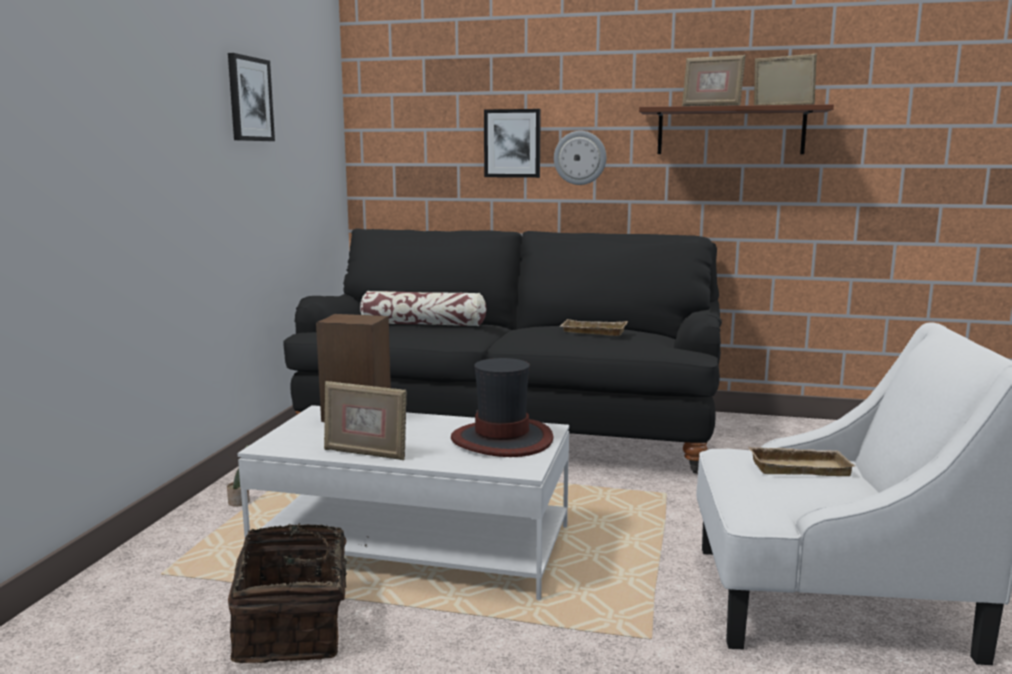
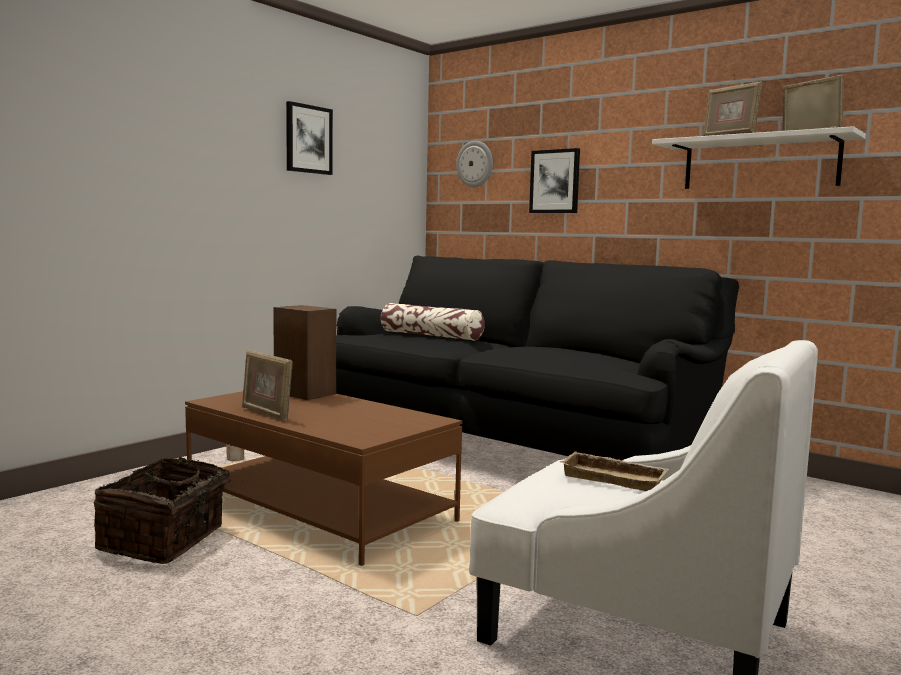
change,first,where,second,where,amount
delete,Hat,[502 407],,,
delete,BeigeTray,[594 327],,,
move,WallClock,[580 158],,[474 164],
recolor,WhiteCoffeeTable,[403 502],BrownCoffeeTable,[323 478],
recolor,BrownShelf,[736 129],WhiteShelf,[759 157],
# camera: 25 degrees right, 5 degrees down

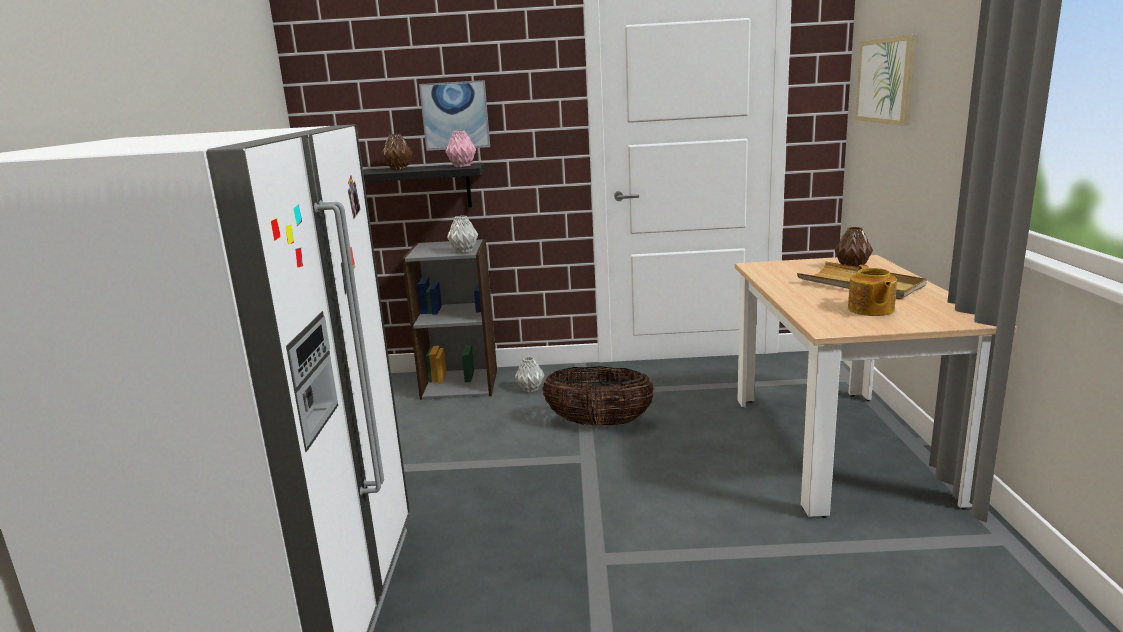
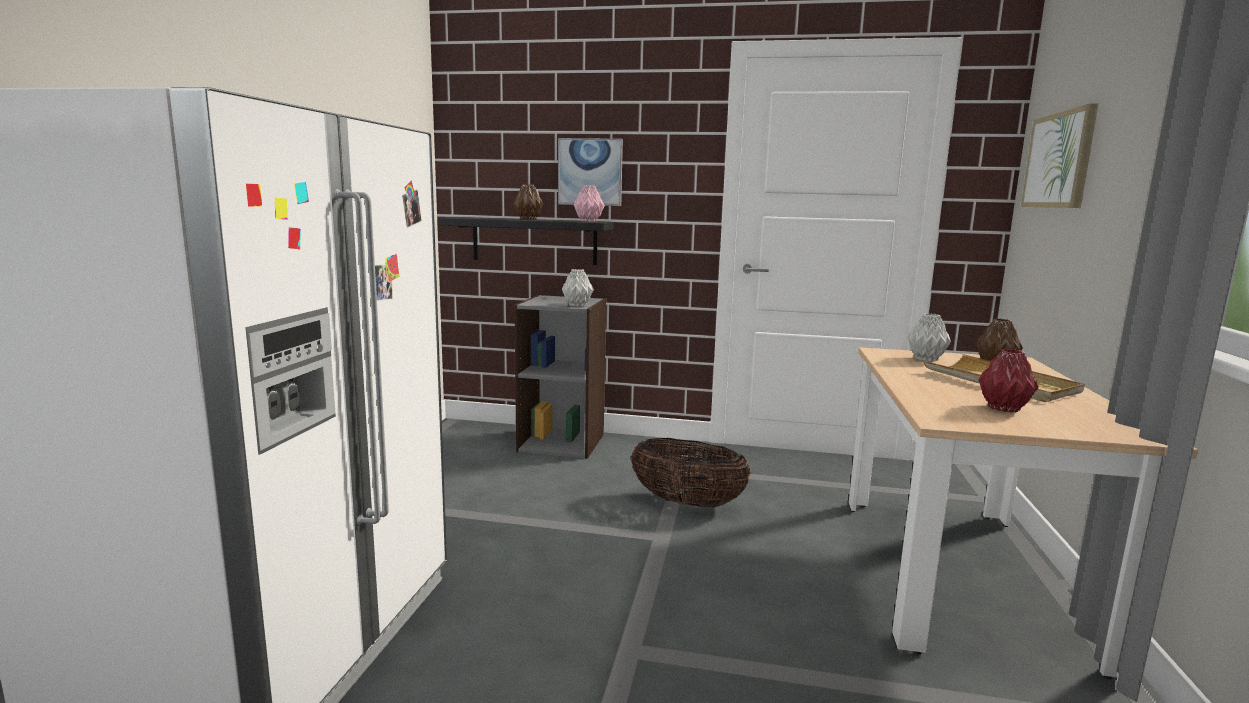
change,first,where,second,where,amount
move,GreyVase,[529 374],,[929 337],
replace,Teapot,[872 290],RedVase,[1008 380],
# camera: 10 degrees right, 5 degrees down

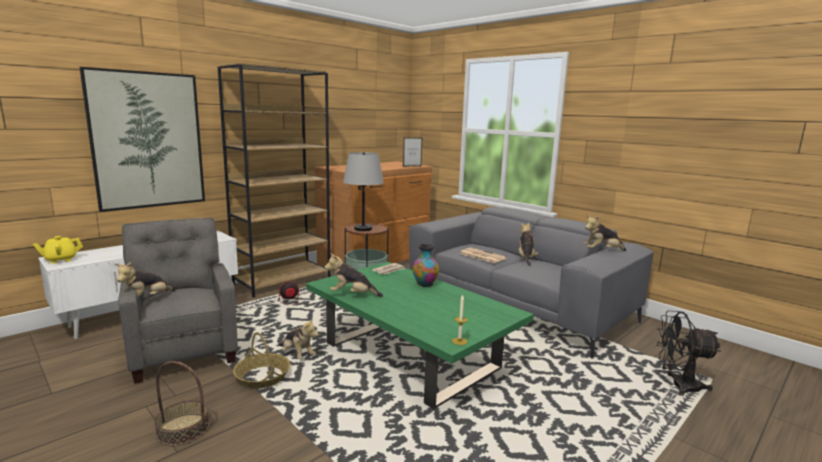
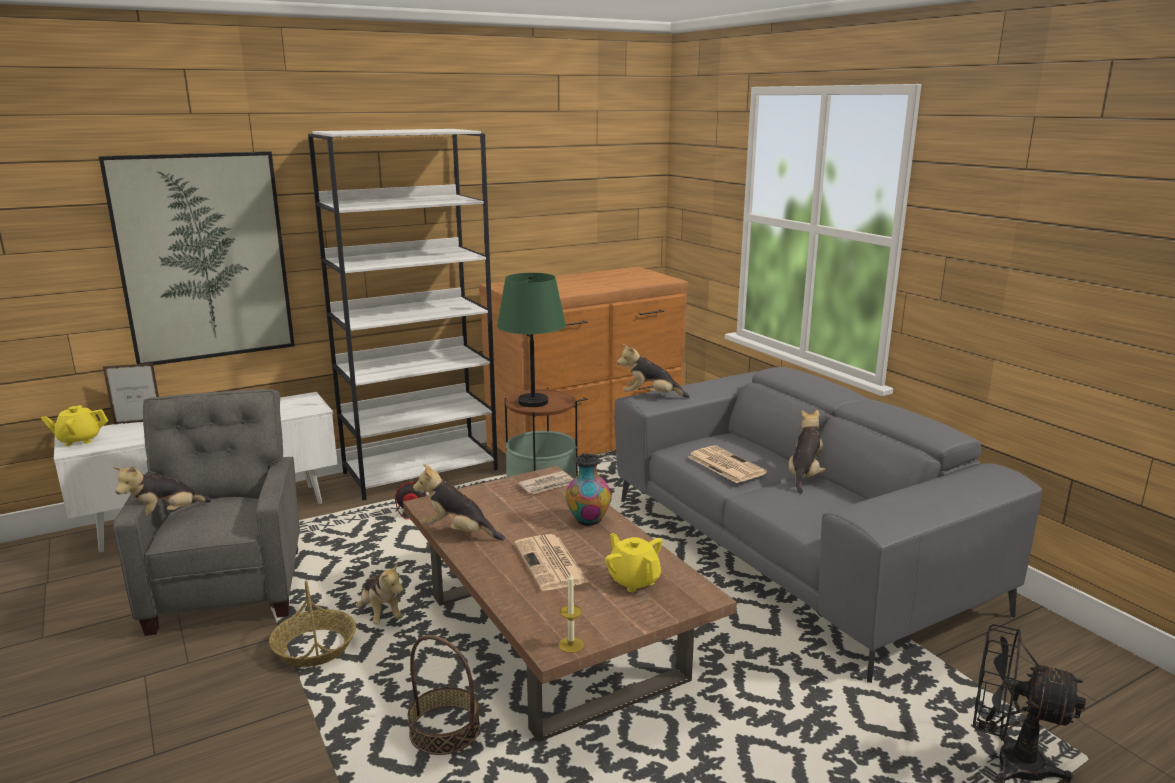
change,first,where,second,where,amount
insert,,,Newspaper,[551 562],
insert,,,YellowTeapot,[634 562],
move,Basket,[182 403],,[444 695],
move,PictureFrame,[413 152],,[131 393],
move,PlushToy,[604 233],,[653 371],
recolor,BrownBookcase,[274 180],WhiteBookcase,[403 314],
recolor,GreenCoffeeTable,[420 335],BrownCoffeeTable,[570 604],
recolor,GreyTableLamp,[363 191],GreenTableLamp,[531 340],
# camera: 15 degrees right, 5 degrees up

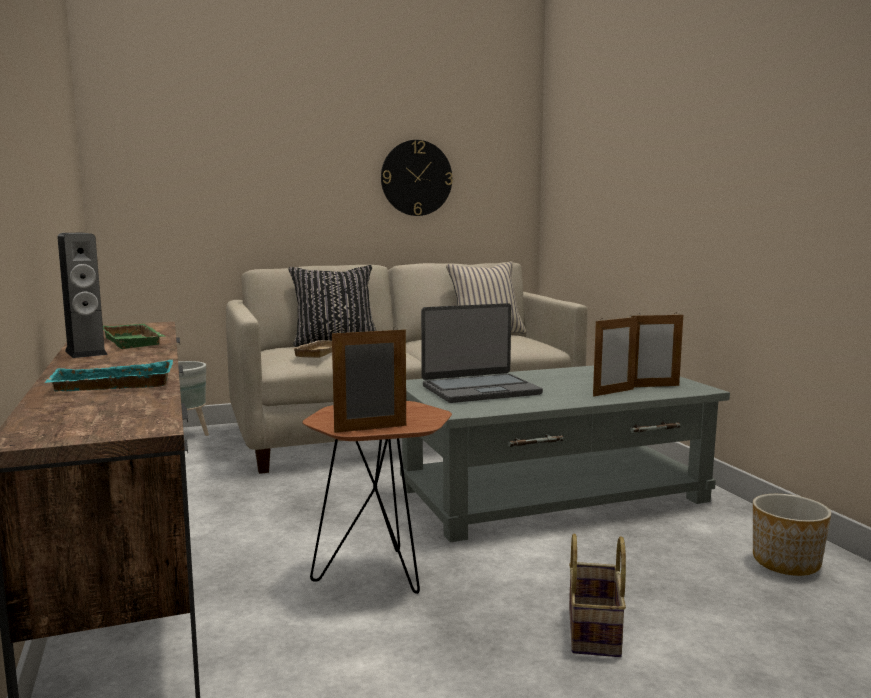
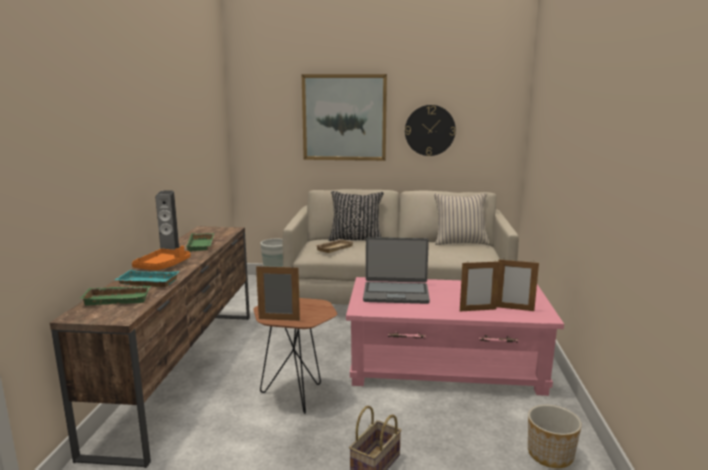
change,first,where,second,where,amount
insert,,,GreenTray,[115 296],
insert,,,OrangeTray,[161 258],
insert,,,Picture,[344 117],
recolor,GreyCoffeeTable,[565 453],PinkCoffeeTable,[455 336],
# camera: 25 degrees right, 5 degrees up

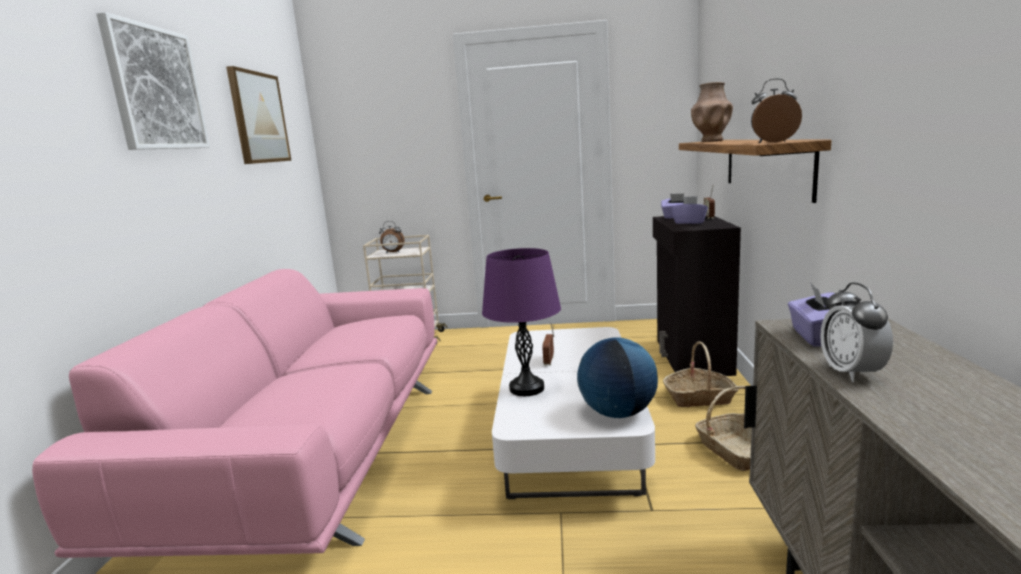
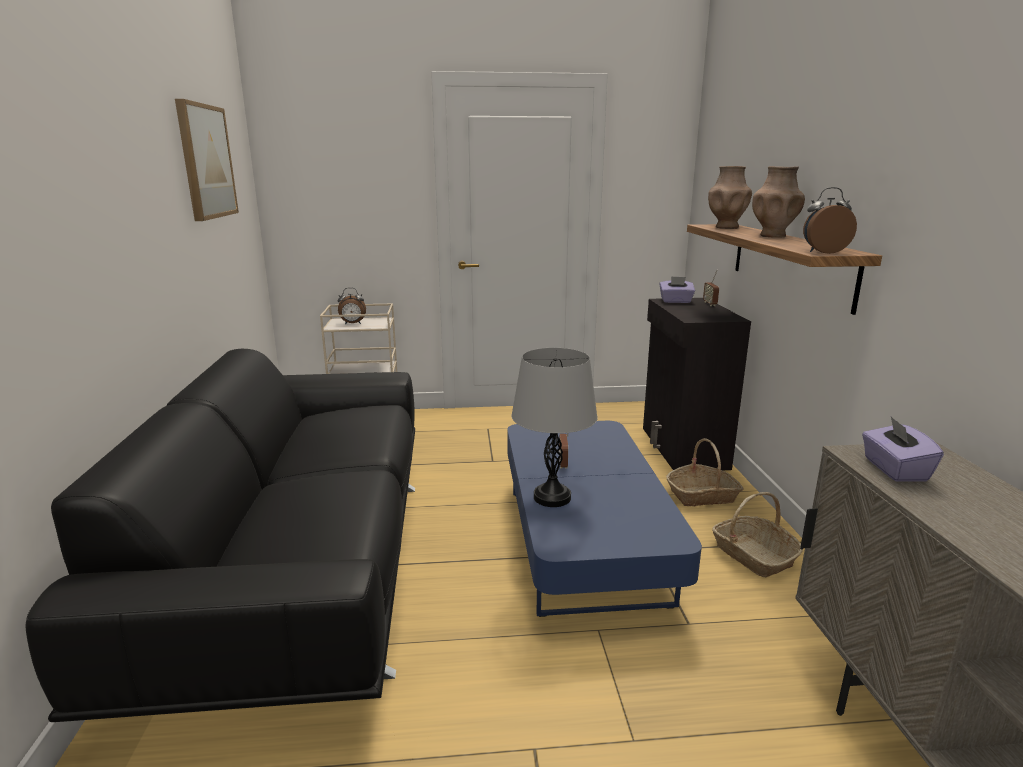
change,first,where,second,where,amount
delete,Picture,[153 81],,,
delete,Globe,[617 378],,,
delete,PurpleTissueBox,[690 210],,,
delete,AlarmClock,[856 332],,,
insert,,,BrownVase,[778 201],
recolor,PinkSofa,[234 413],BlackSofa,[220 535],
recolor,PurpleTableLamp,[521 322],GreyTableLamp,[554 427],
recolor,WhiteCoffeeTable,[573 413],BlueCoffeeTable,[604 519],
# camera: 10 degrees left, 5 degrees up

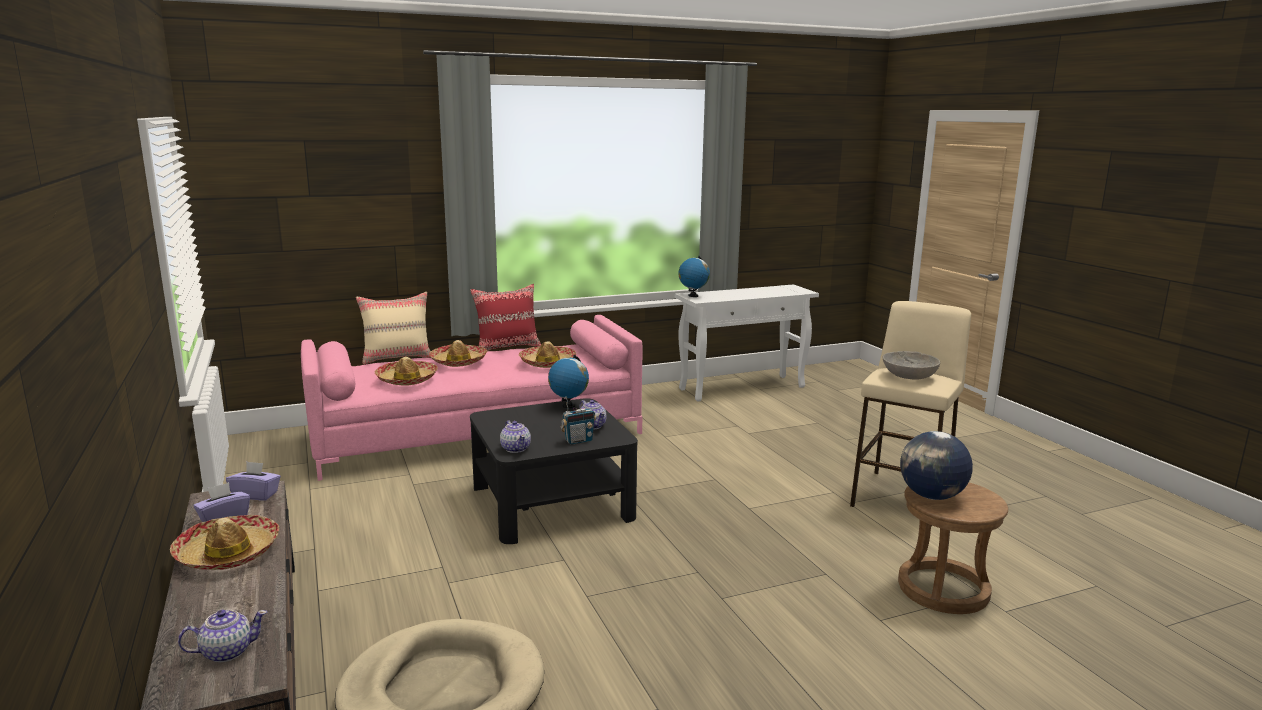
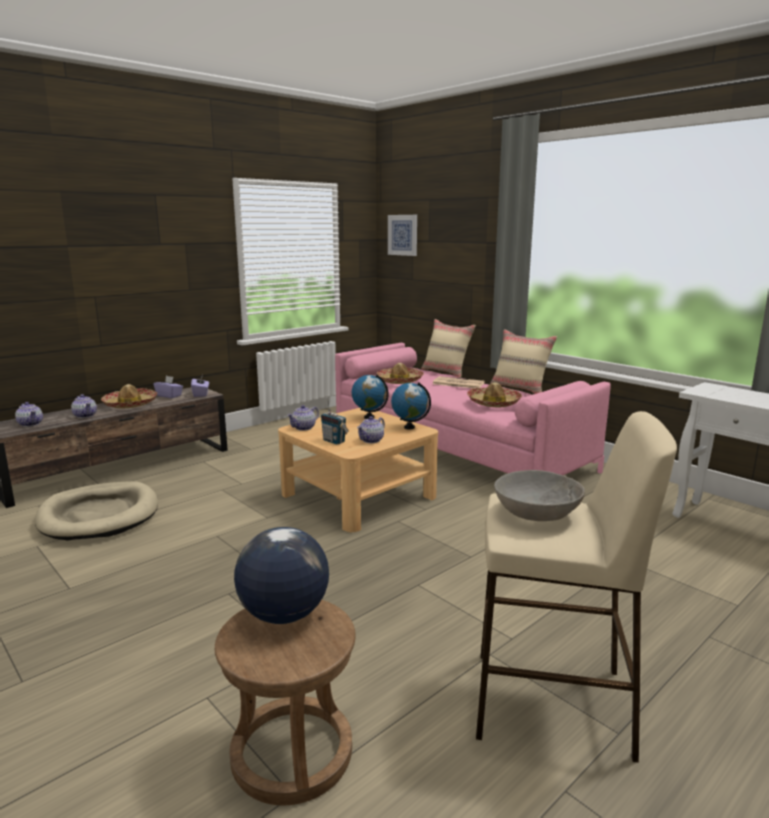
change,first,where,second,where,amount
insert,,,Teapot,[84 406],
insert,,,Picture,[402 235],
move,Globe,[694 276],,[370 396],
replace,Hat,[458 353],Newspaper,[459 382],
recolor,RedPillow,[505 317],BeigePillow,[523 361],
recolor,BlackCoffeeTable,[554 471],BeigeCoffeeTable,[358 470],
# camera: 70 degrees right, 0 degrees up

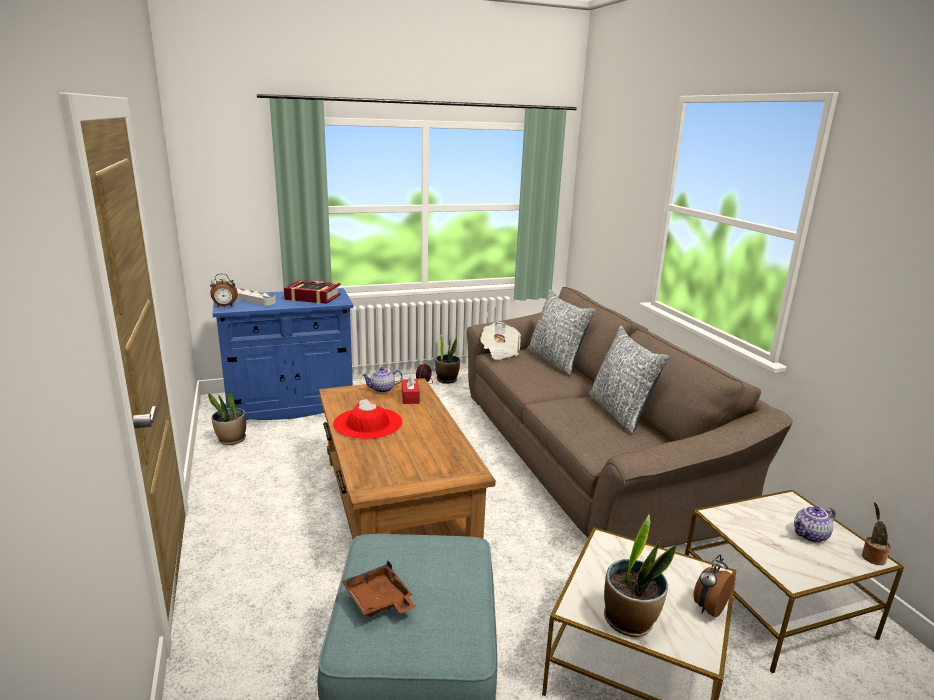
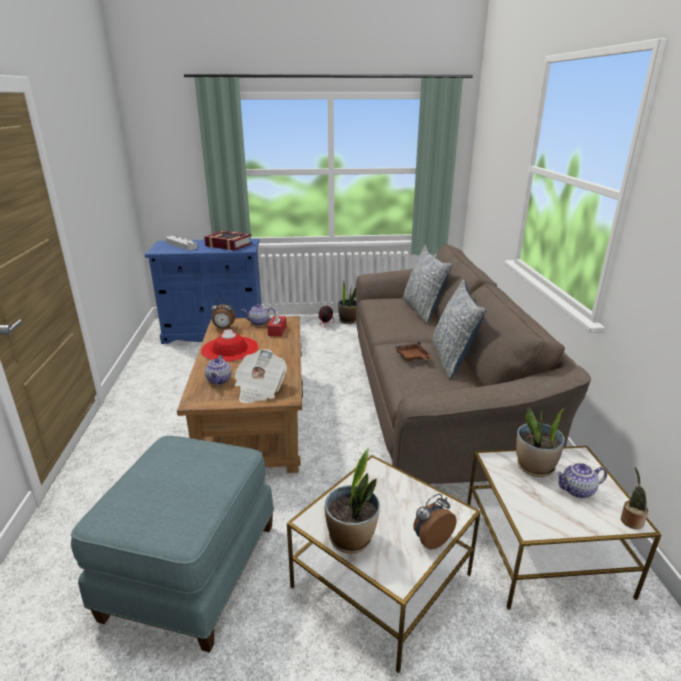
change,first,where,second,where,amount
insert,,,Teapot,[218 370],
move,PottedPlant,[227 418],,[540 442],
move,AlarmClock,[224 290],,[223 314],
move,BrownTray,[378 589],,[414 351],
move,Newspaper,[500 341],,[260 376],
# camera: 15 degrees right, 5 degrees up

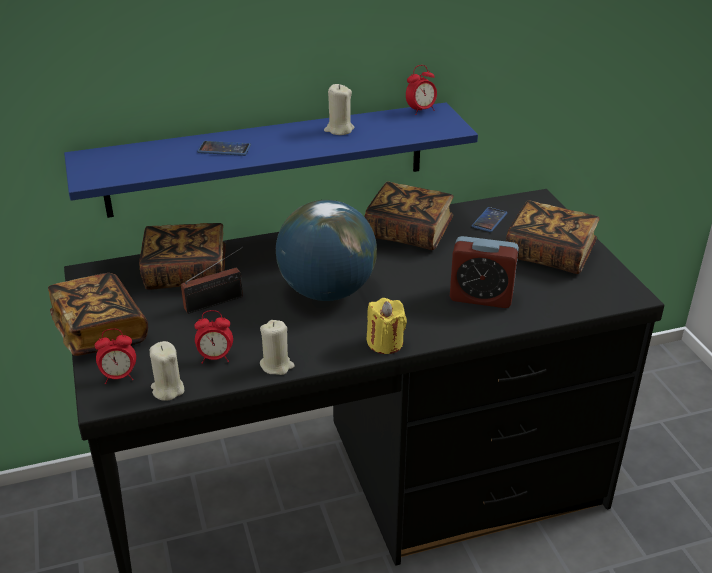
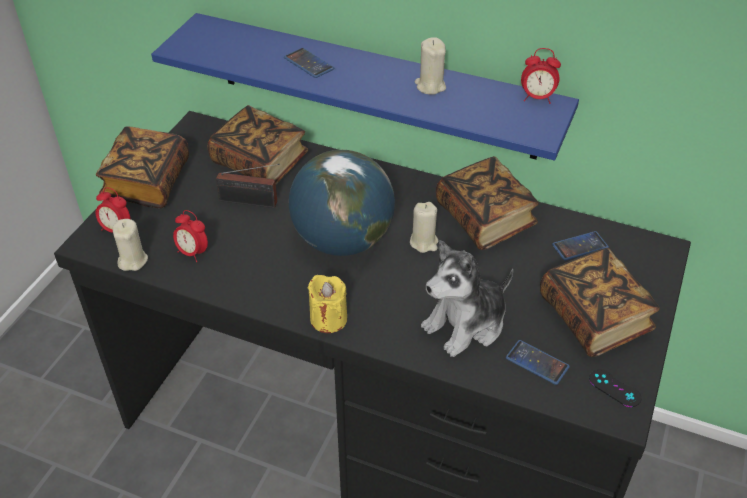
change,first,where,second,where,amount
insert,,,Phone,[538 362],
insert,,,BlackGameController,[615 388],
move,BeigeCandle,[277 347],,[424 227],
replace,AlarmClock,[484 272],PlushToy,[467 298],
# camera: 40 degrees right, 10 degrees up

